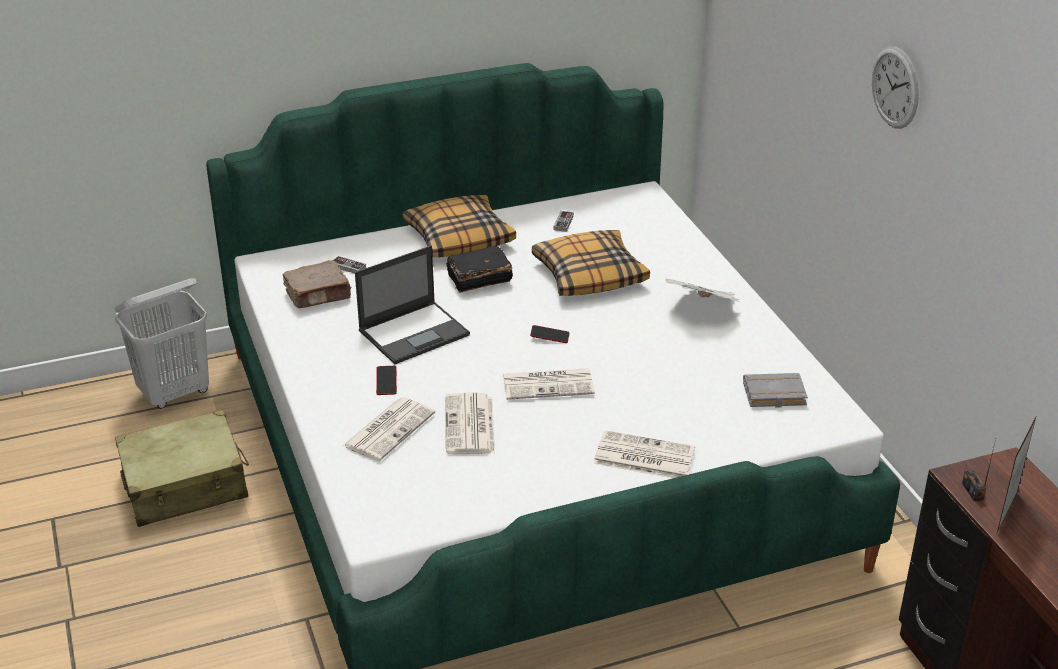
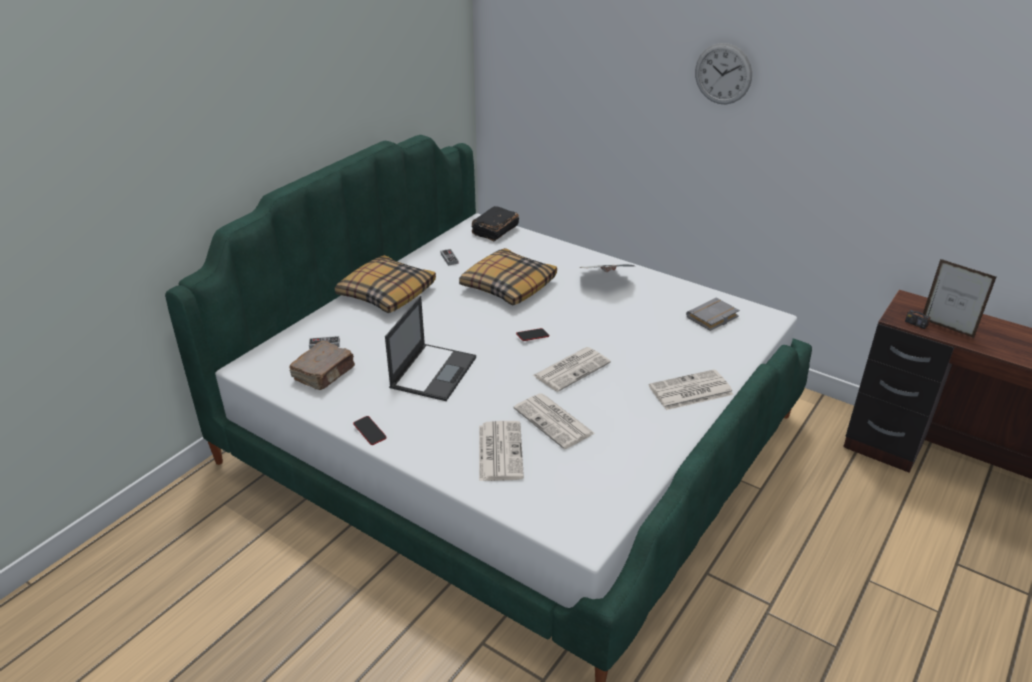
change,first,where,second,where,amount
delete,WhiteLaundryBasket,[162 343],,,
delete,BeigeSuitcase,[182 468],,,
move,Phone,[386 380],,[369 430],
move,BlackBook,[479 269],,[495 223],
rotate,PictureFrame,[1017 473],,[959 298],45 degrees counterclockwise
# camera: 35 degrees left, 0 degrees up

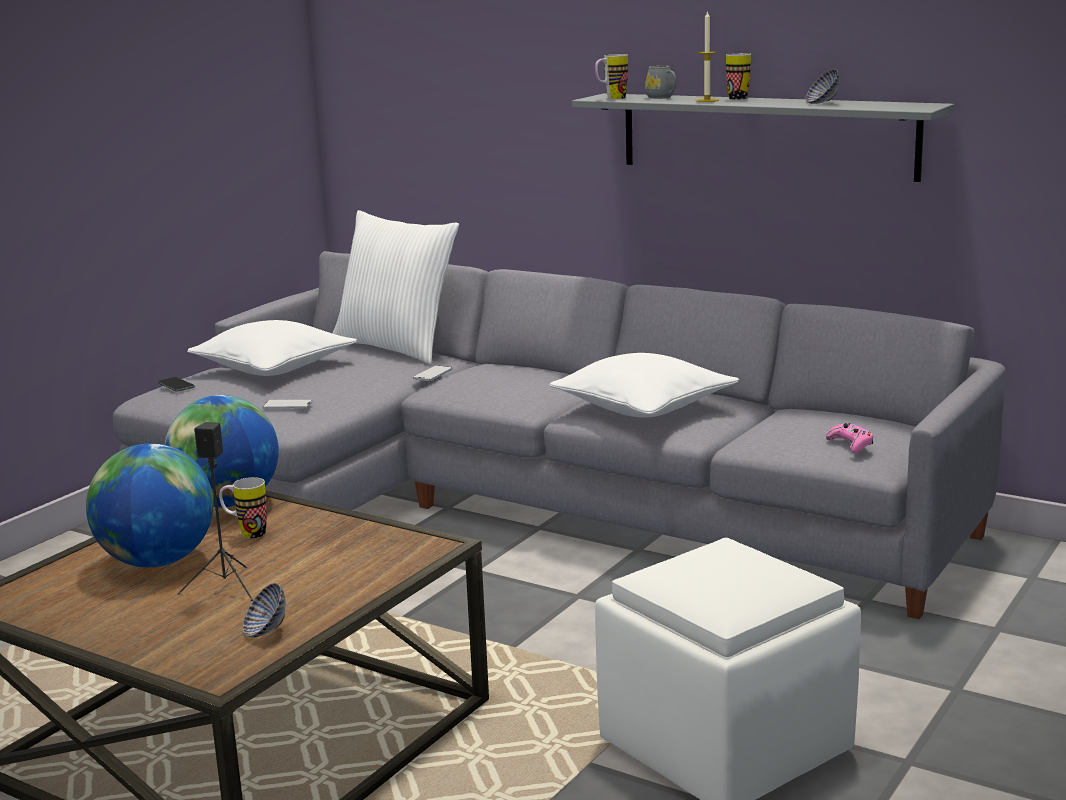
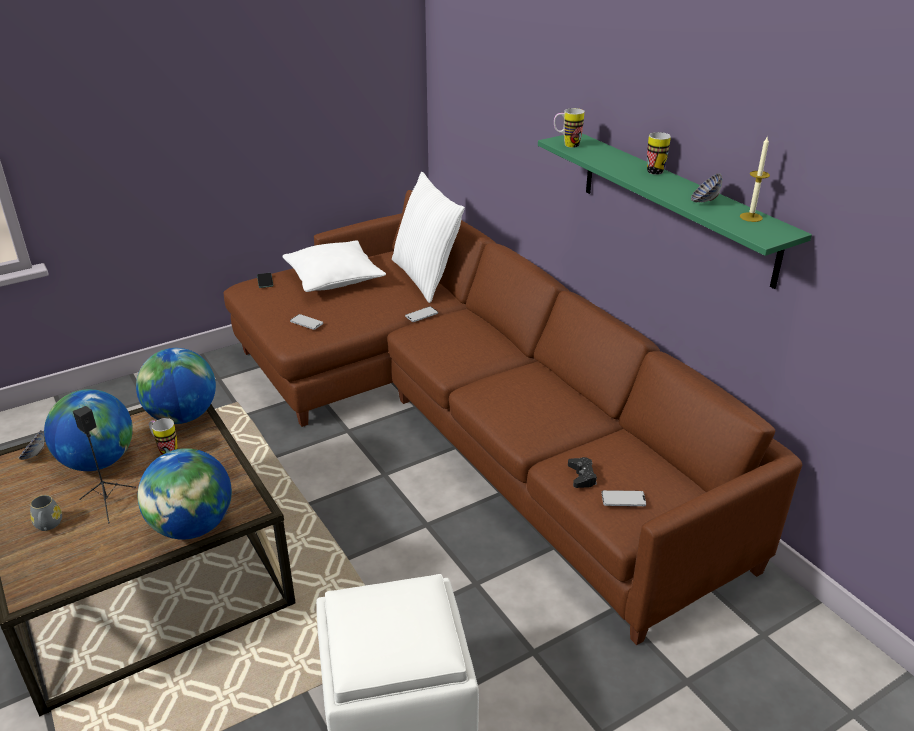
change,first,where,second,where,amount
delete,WhitePillow,[644 385],,,
insert,,,Globe,[185 493],
insert,,,BlackGameController,[582 472],
move,Bowl,[264 610],,[31 445],
move,GreyMug,[660 82],,[46 513],
move,Candle,[707 56],,[755 179],
replace,PinkGameController,[849 438],Phone,[623 498],
recolor,GreySofa,[559 435],BrownSofa,[513 417],
recolor,GreyShelf,[763 137],GreenShelf,[675 211],
# camera: 25 degrees right, 15 degrees up

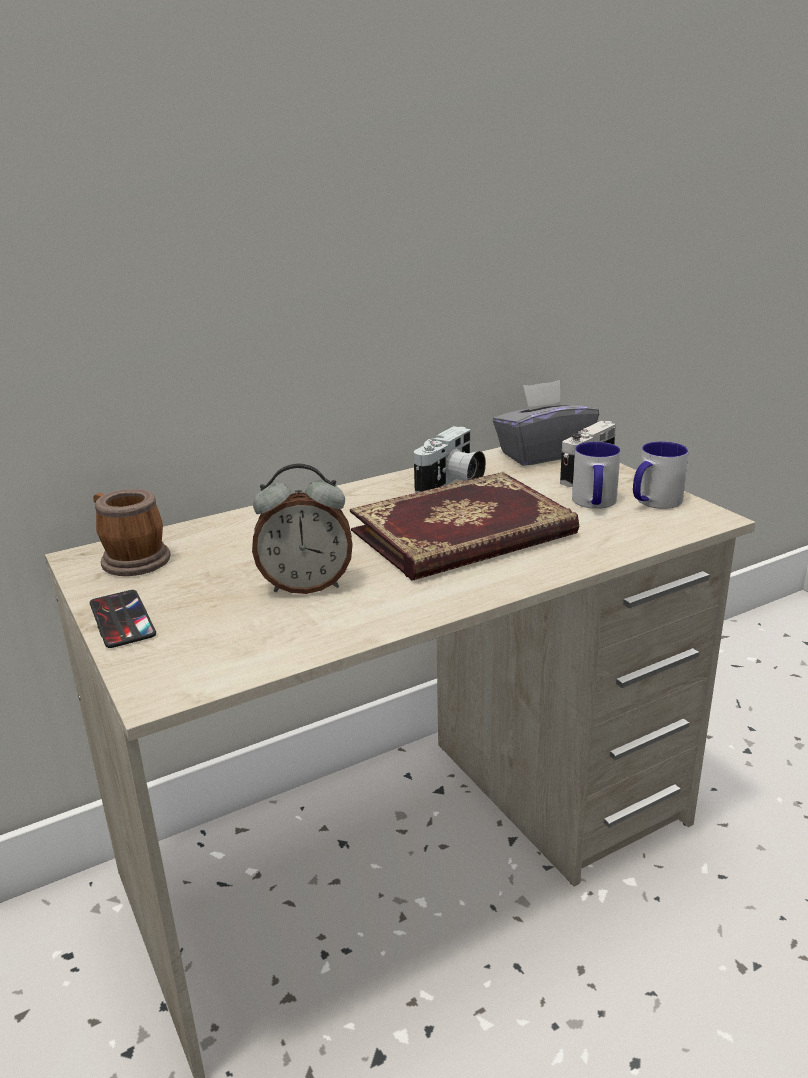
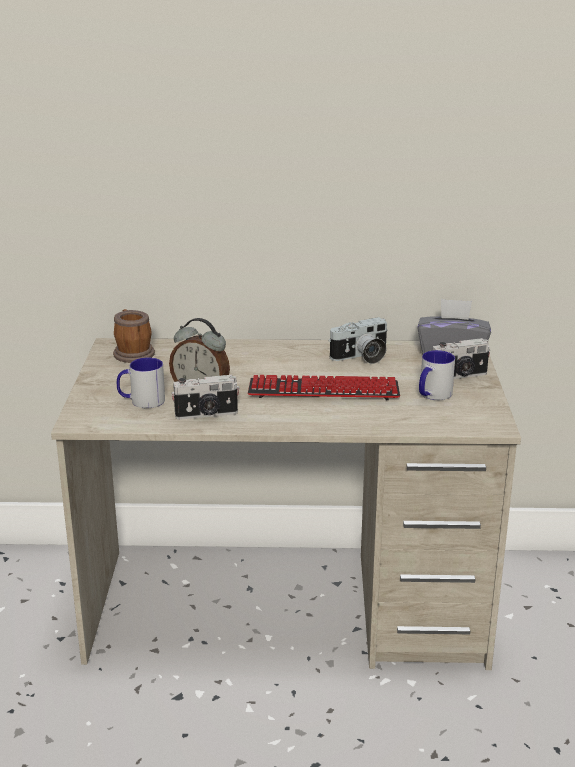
change,first,where,second,where,amount
delete,Phone,[123 619],,,
insert,,,PhotoCamera,[205 397],
move,Mug,[661 475],,[141 383],
replace,Book,[464 526],Keyboard,[324 387],
# camera: 30 degrees right, 0 degrees up

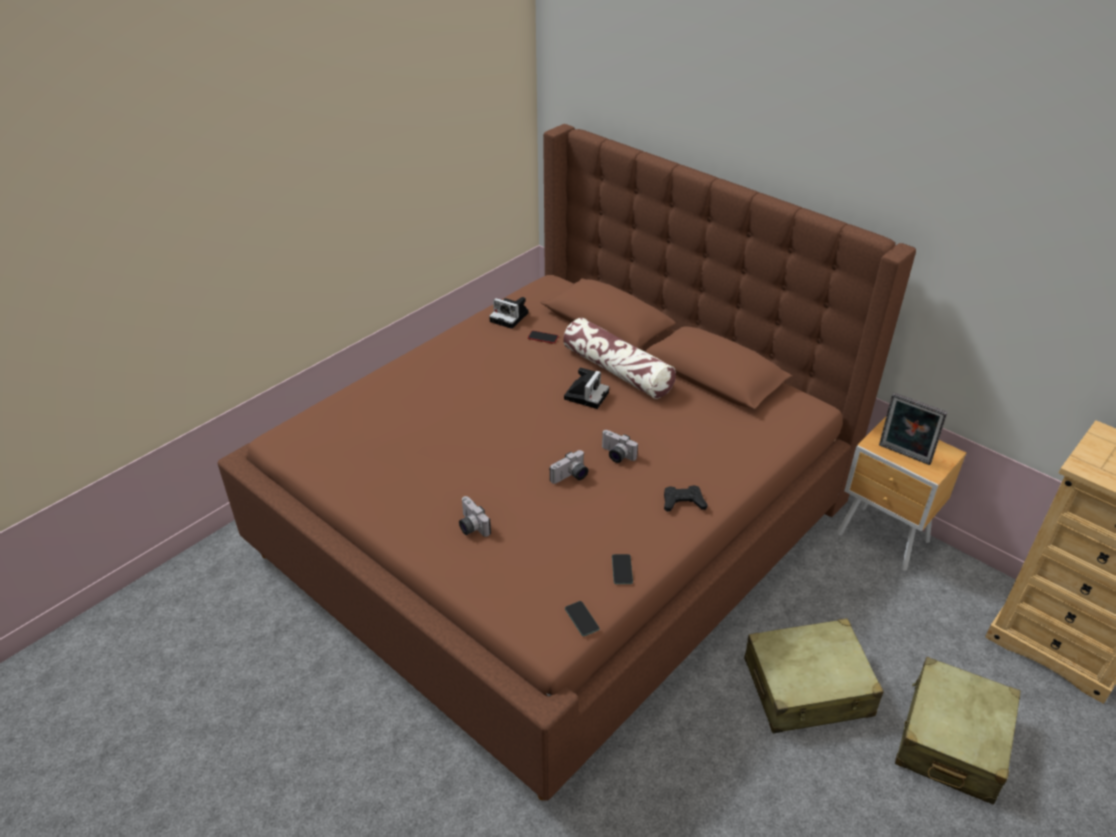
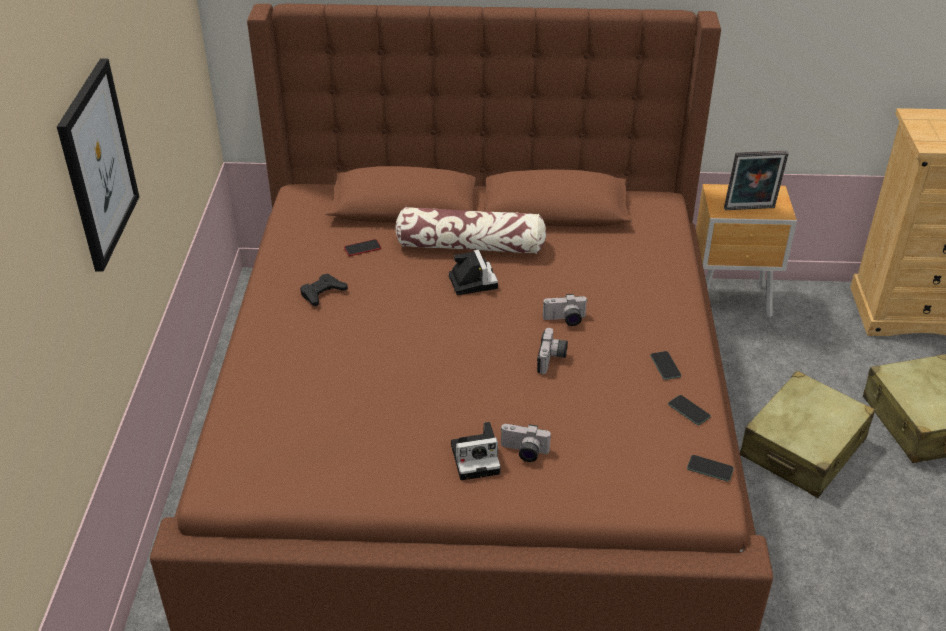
change,first,where,second,where,amount
insert,,,Picture,[98 165],
insert,,,Phone,[665 365],
move,PhotoCamera,[509 313],,[476 451],
move,BlackGameController,[686 498],,[324 290],
# camera: 40 degrees left, 0 degrees up

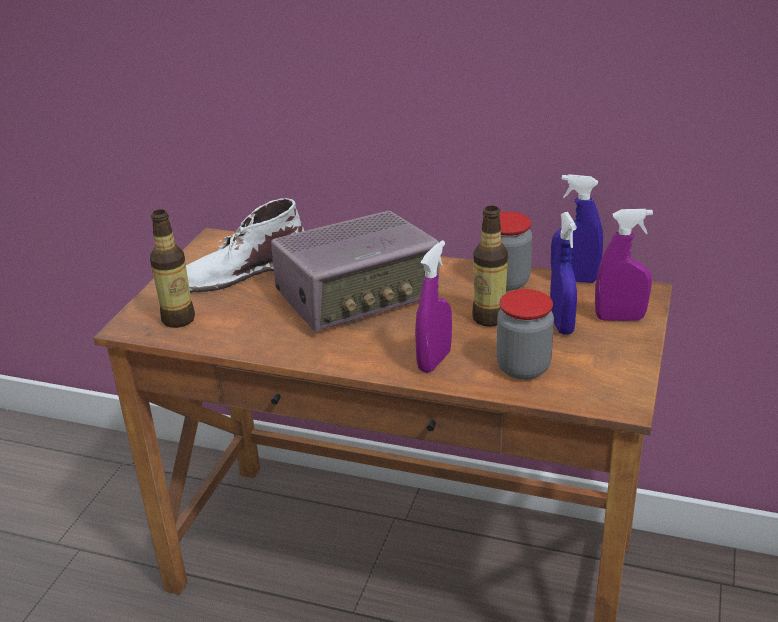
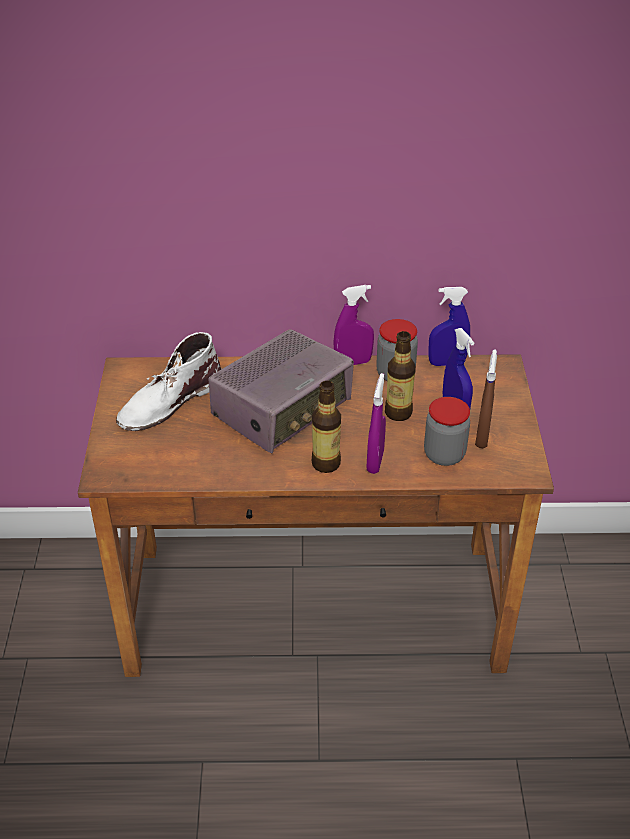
change,first,where,second,where,amount
insert,,,BrownSprayBottle,[486 399],
move,Bottle,[172 268],,[326 427],
move,PurpleSprayBottle,[624 265],,[353 325],
# camera: 20 degrees left, 10 degrees up

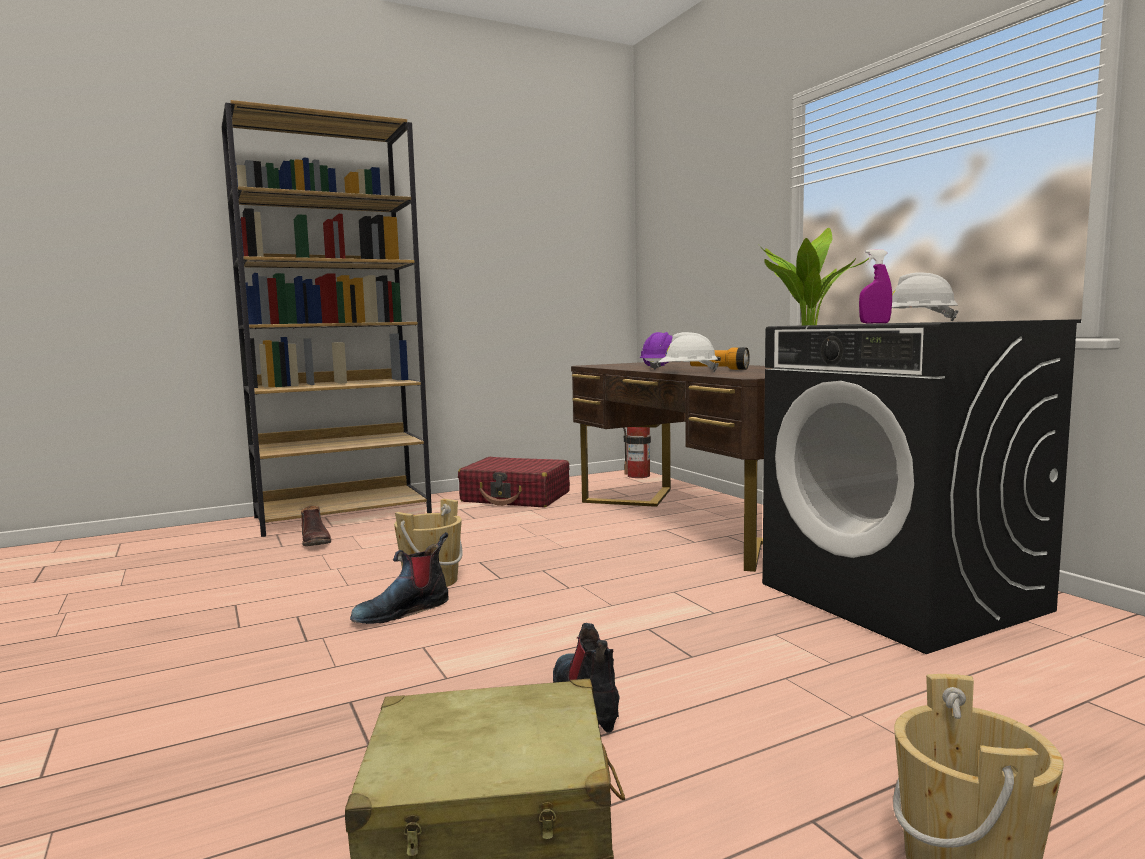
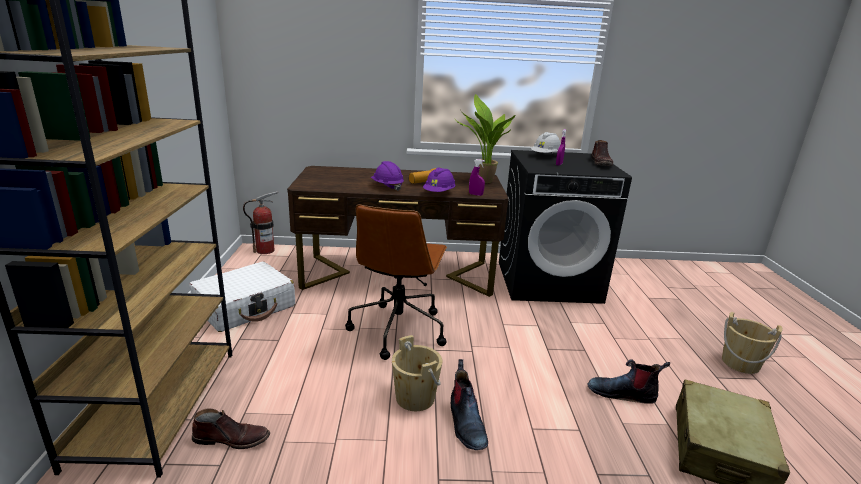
change,first,where,second,where,amount
insert,,,BrownOfficeChair,[396 282],
insert,,,PurpleSprayBottle,[477 177],
insert,,,BrownBoot,[602 153],
recolor,RedSuitcase,[514 482],WhiteSuitcase,[242 297],
recolor,WhiteHardHat,[688 352],PurpleHardHat,[439 179],
# camera: 65 degrees left, 15 degrees up

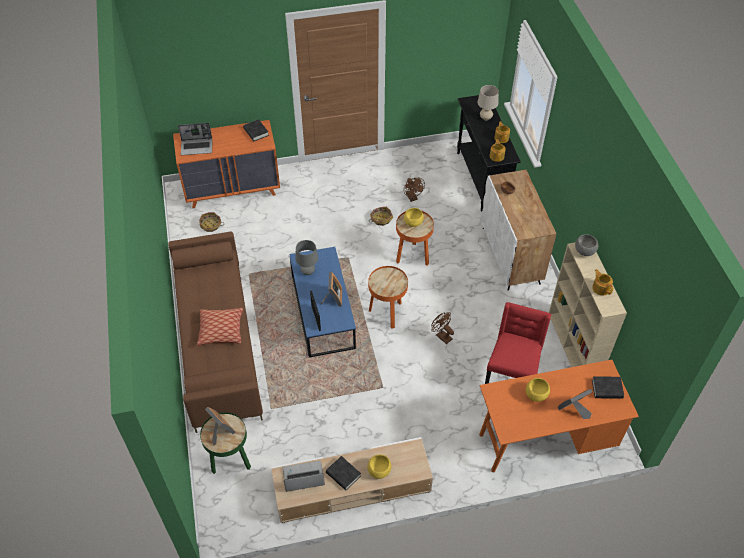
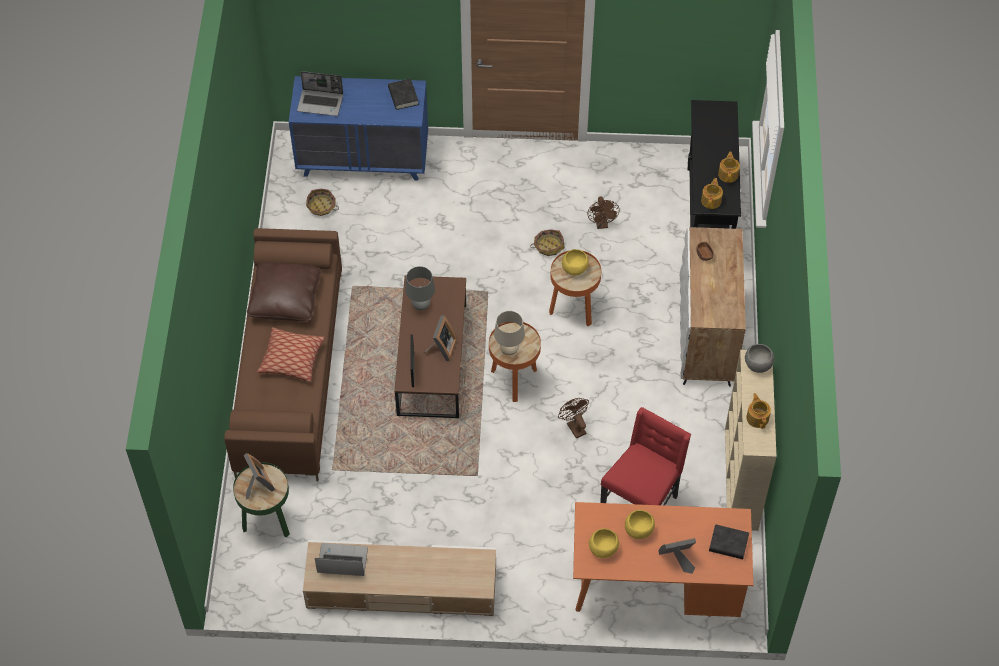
change,first,where,second,where,amount
delete,BlackBook,[343 473],,,
insert,,,BrownPillow,[284 291],
move,YellowBowl,[379 466],,[604 543],
move,BeigeTableLamp,[488 103],,[509 333],
recolor,OrangeDresser,[226 164],BlueDresser,[358 128],
recolor,BlueCoffeeTable,[322 302],BrownCoffeeTable,[430 347],
# camera: 15 degrees right, 5 degrees up

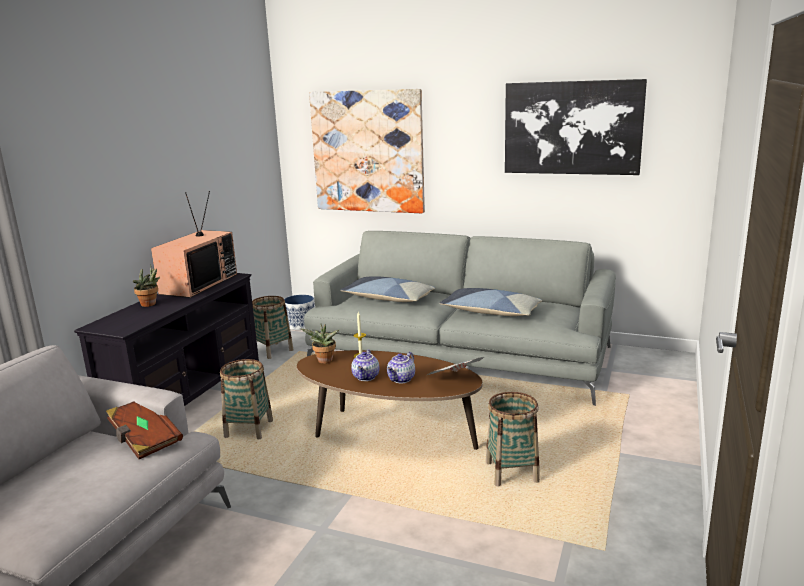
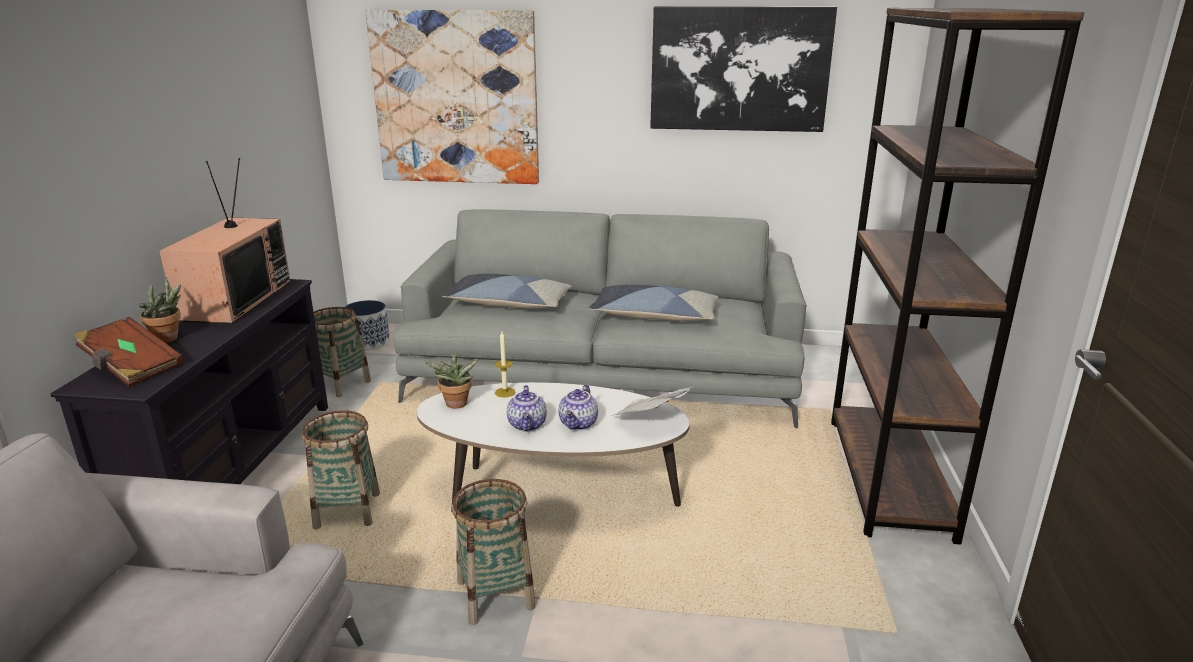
change,first,where,second,where,amount
insert,,,BrownBookcase,[957 276],
move,BrownBook,[144 430],,[128 352],
move,Basket,[513 439],,[493 552],
recolor,BrownCoffeeTable,[389 400],WhiteCoffeeTable,[553 447],
# camera: 15 degrees left, 5 degrees up

